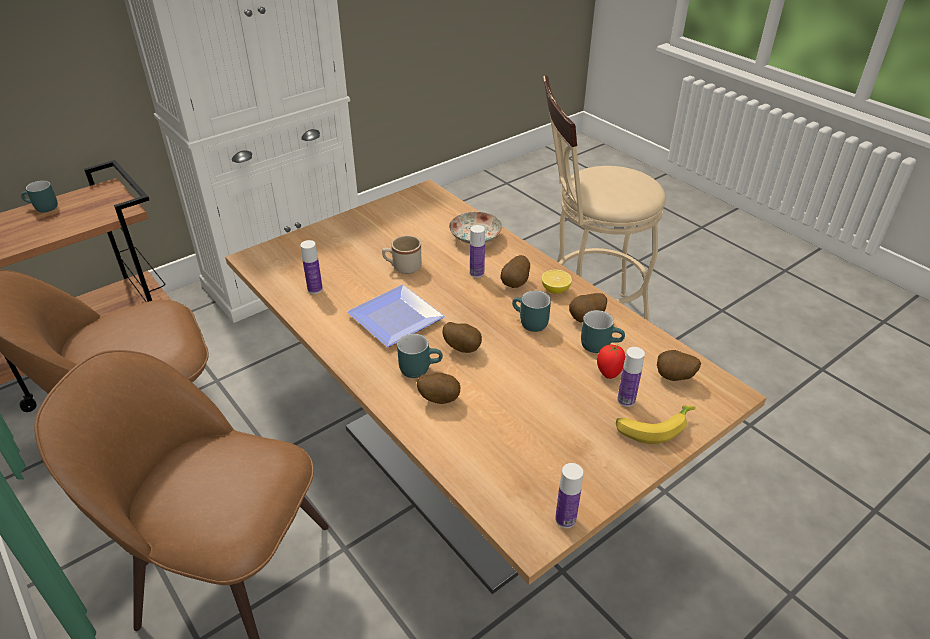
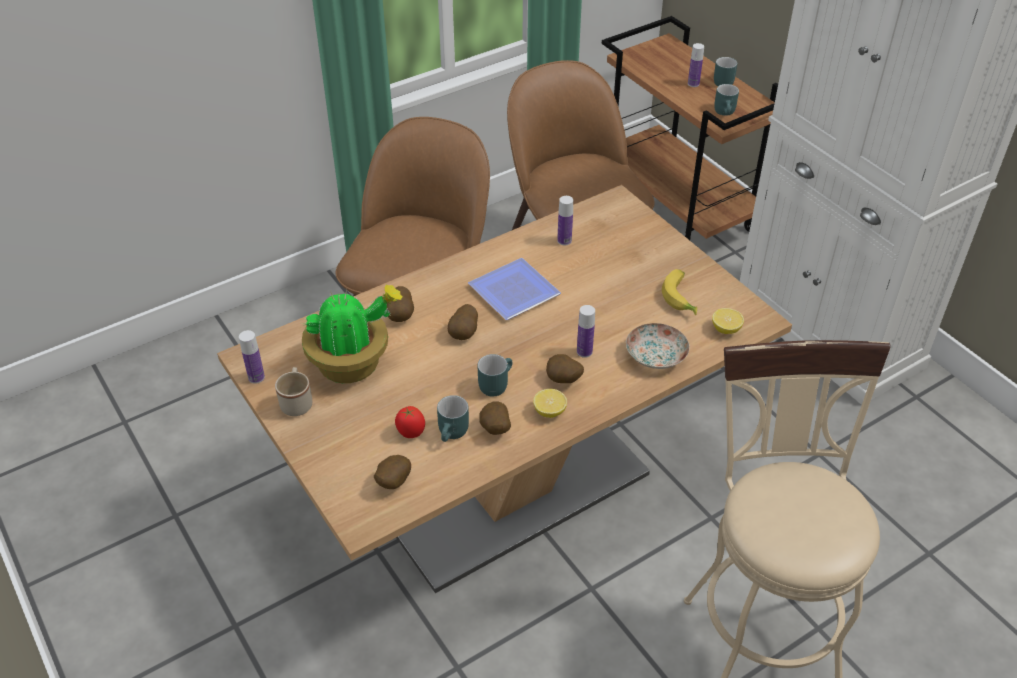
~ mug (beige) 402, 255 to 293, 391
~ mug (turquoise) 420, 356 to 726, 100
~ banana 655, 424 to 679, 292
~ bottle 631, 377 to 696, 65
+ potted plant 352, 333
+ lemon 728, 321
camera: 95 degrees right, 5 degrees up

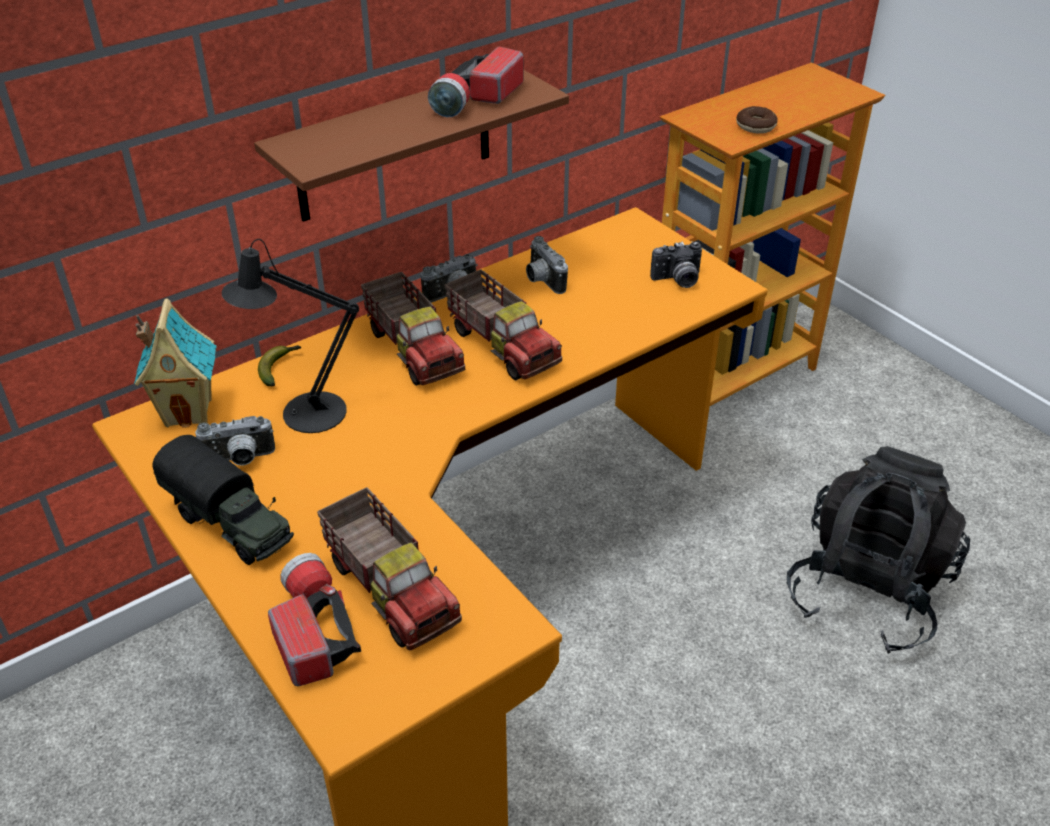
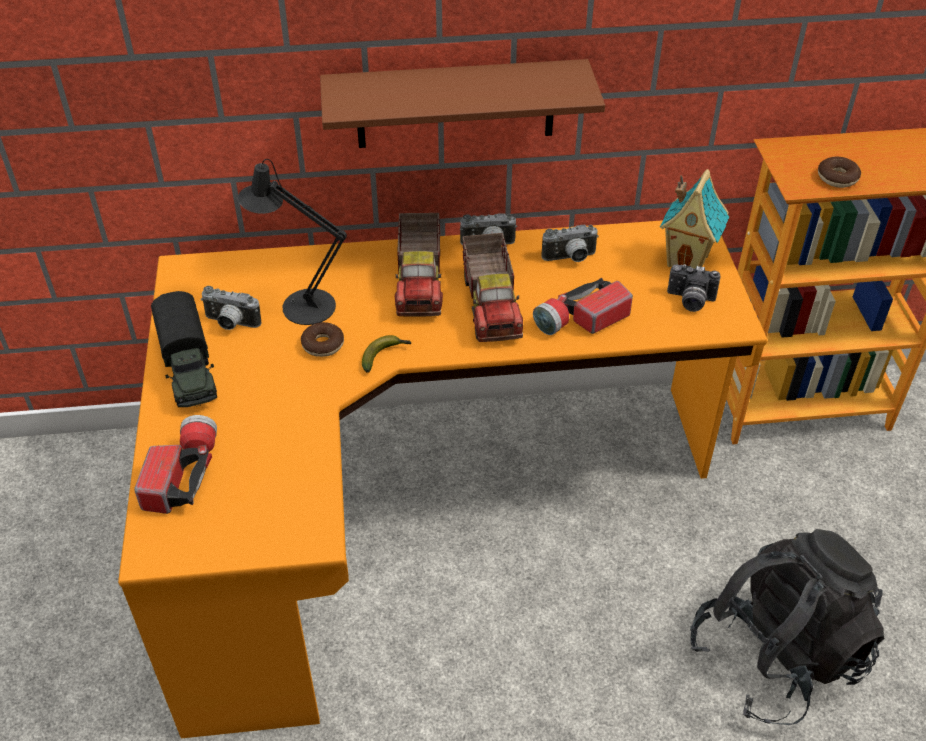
~ toy house 175, 363 to 694, 219
~ banana 279, 365 to 387, 354
- toy truck 389, 568
~ flashlight 475, 82 to 583, 306
~ photo camera 547, 265 = 570, 243 105 degrees counterclockwise
+ donut 322, 339
camera: 30 degrees right, 5 degrees up

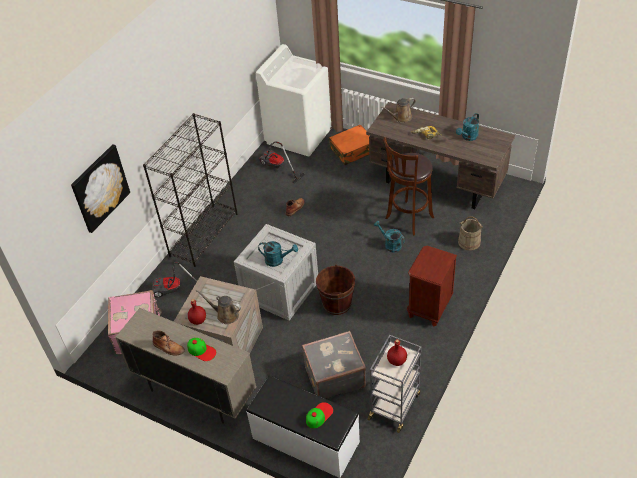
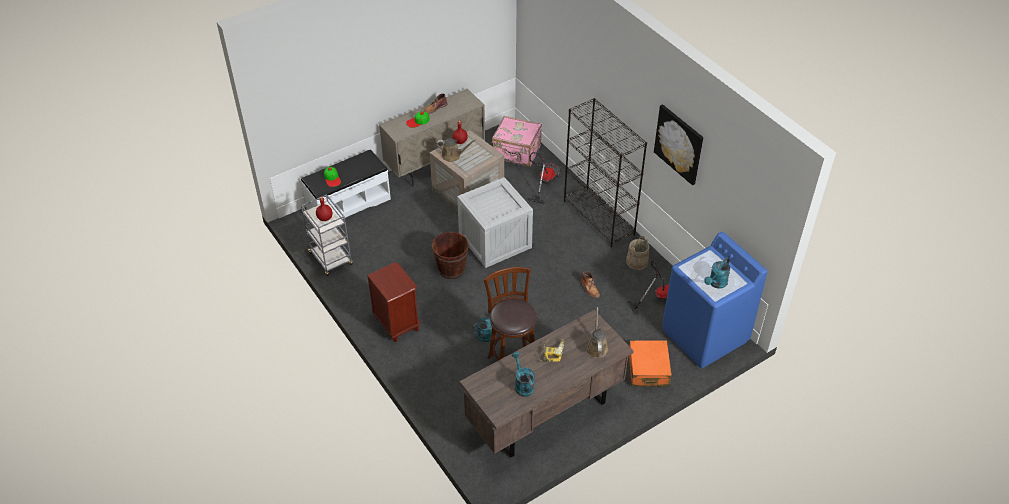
~ picture 100, 188 to 678, 144
~ watering can (brown) 218, 306 = 456, 150 45 degrees clockwise
~ washing machine (white) 293, 100 to washing machine (blue) 714, 300
~ watering can (turquoise) 278, 254 to 717, 273
- suitcase (grey) 334, 365
~ bucket (beige) 470, 234 to 637, 253
camera: 115 degrees right, 0 degrees up

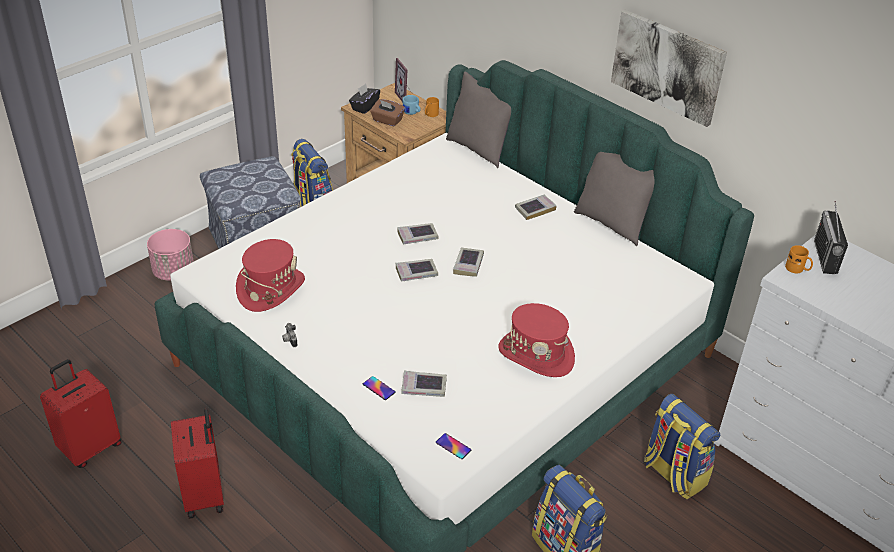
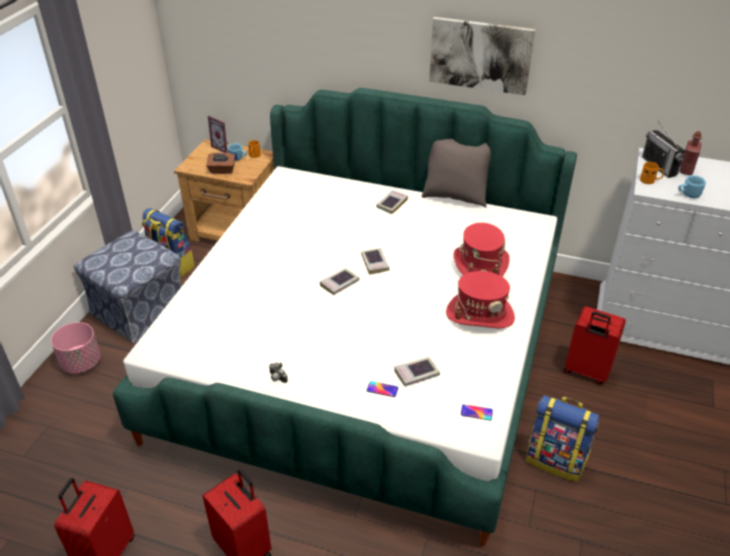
~ hat (red) 270, 275 to 482, 250
- tissue box (black) 364, 99
- book 417, 234
- pillow (grey) 478, 120
~ backpack 682, 446 to suitcase (red) 595, 345
+ mug (blue) 692, 186
+ bottle (red) 690, 153
camera: 25 degrees left, 0 degrees up

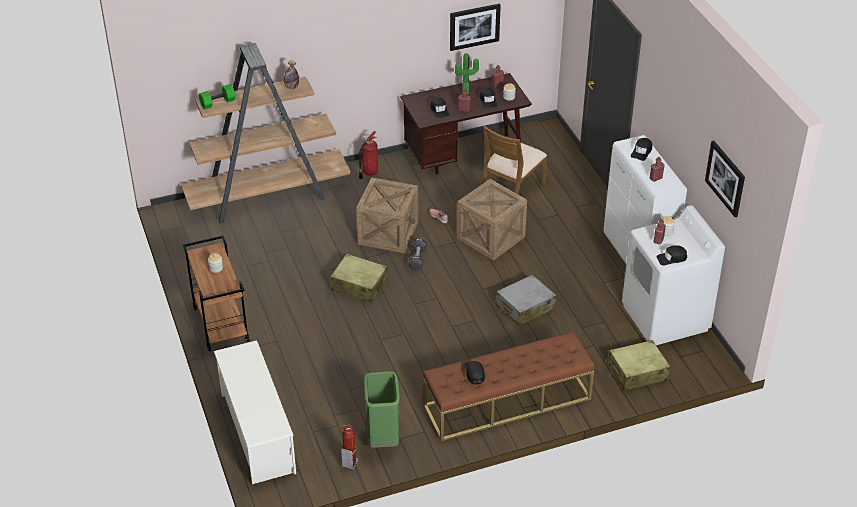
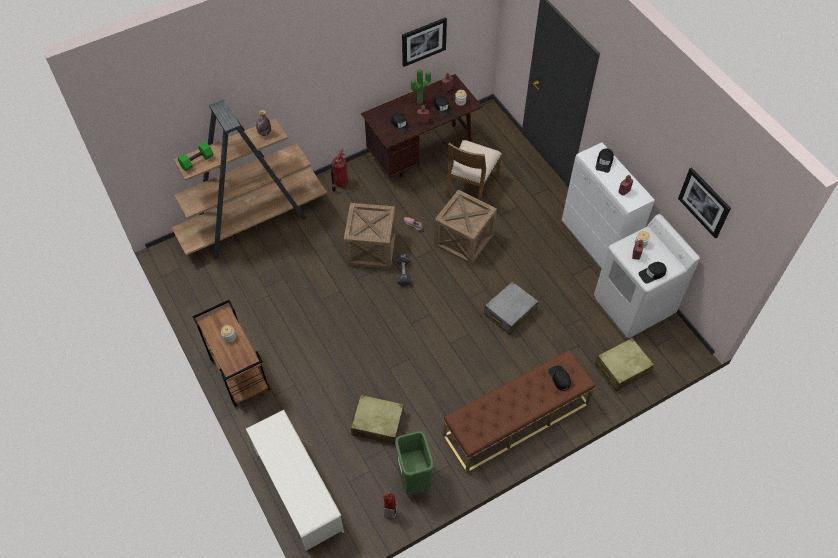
~ suitcase (beige) 359, 278 to 377, 420
~ cap (black) 474, 373 to 559, 378
camera: 10 degrees left, 15 degrees up

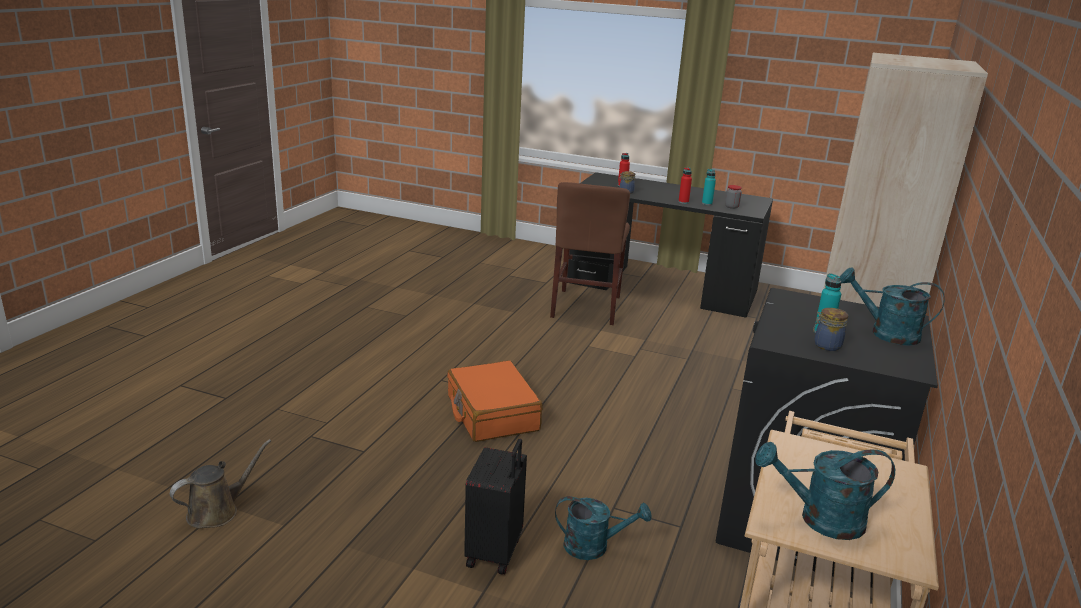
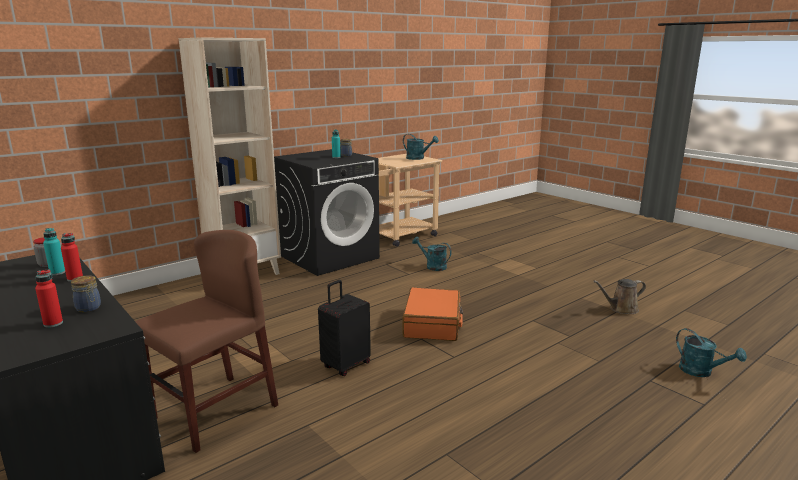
~ suitcase (black) 495, 507 to 344, 328
~ watering can (turquoise) 892, 306 to 711, 352
camera: 150 degrees left, 5 degrees down

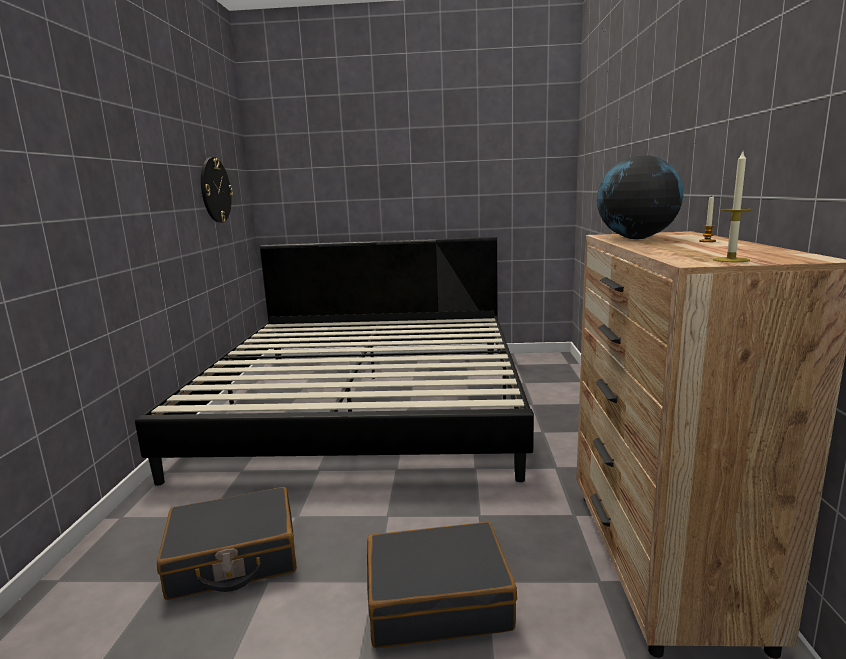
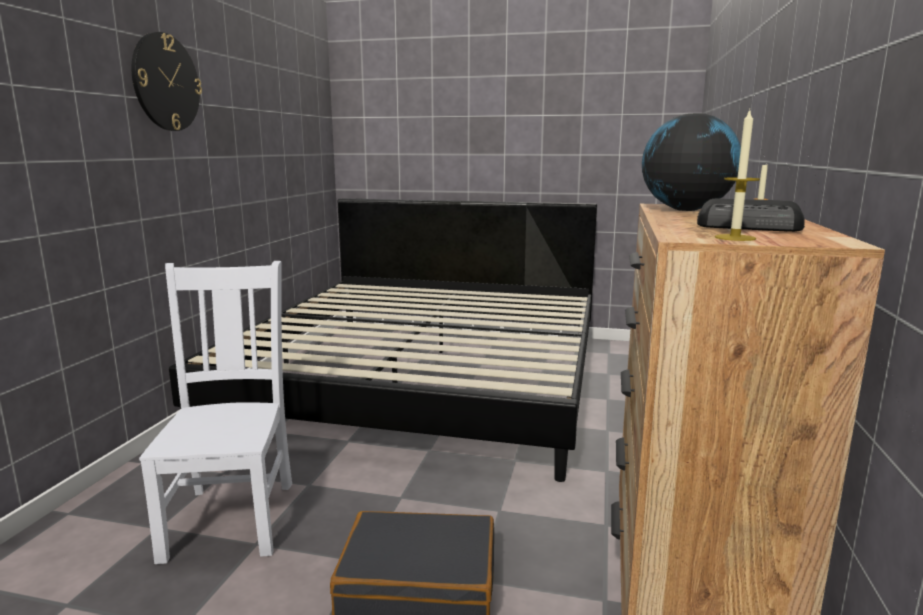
~ suitcase (black) 227, 543 to chair (white) 215, 412
~ wall clock 217, 190 to 167, 81
+ radio 751, 215
camera: 10 degrees right, 0 degrees up

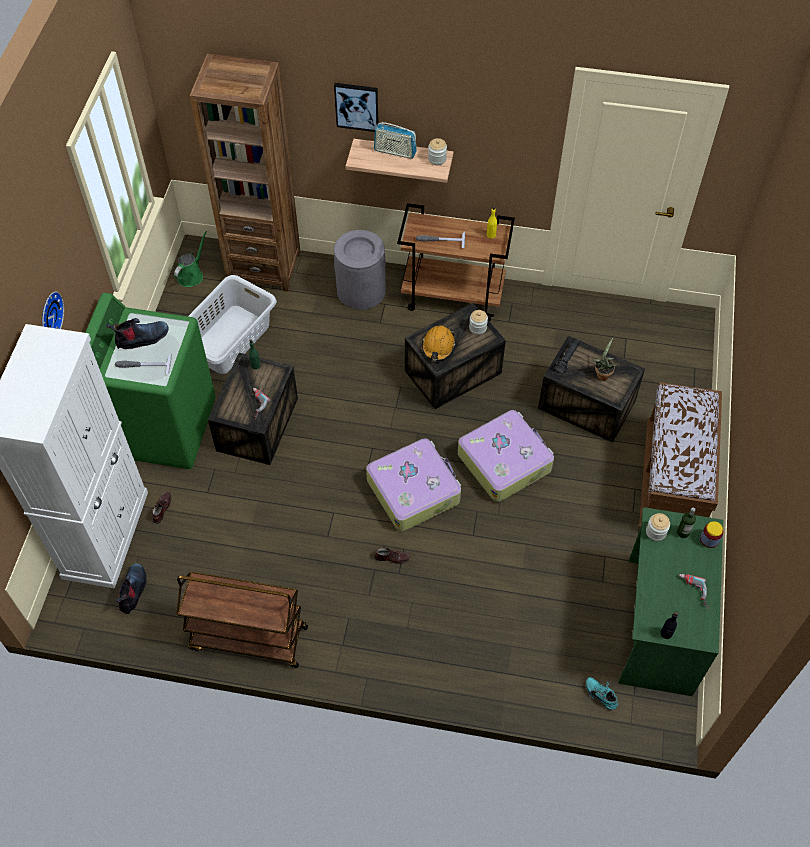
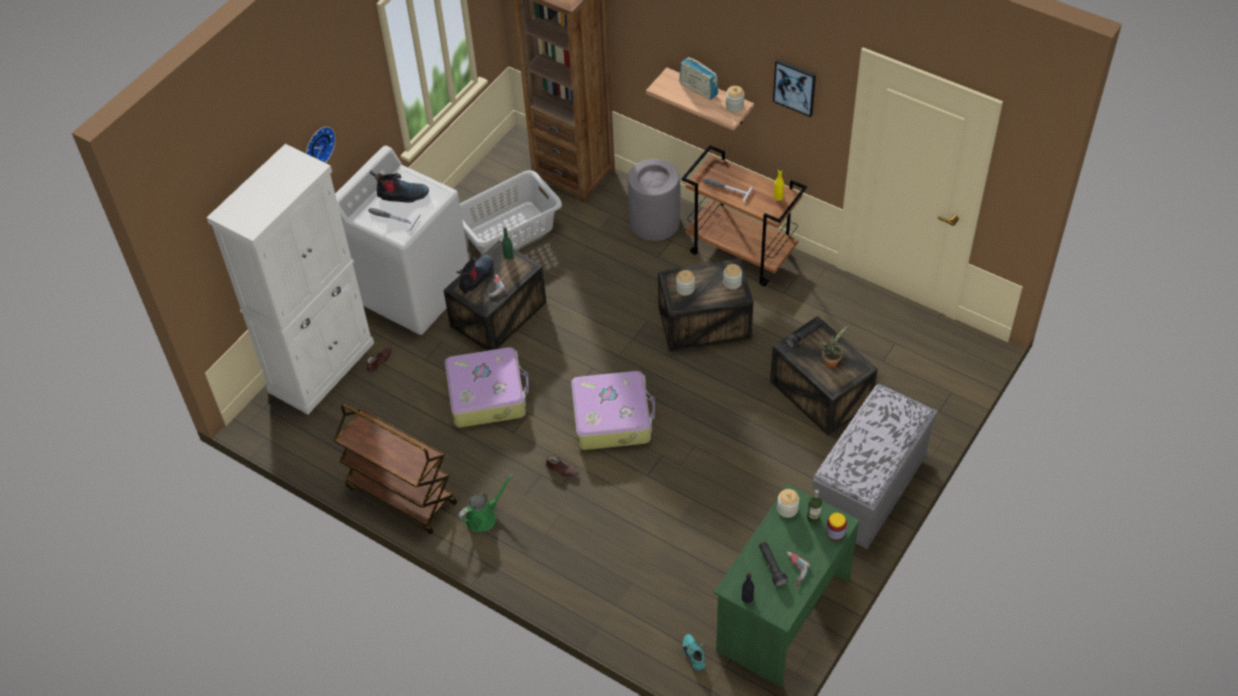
~ washing machine (green) 150, 381 to washing machine (white) 402, 240
~ boot 131, 588 to 475, 274
~ watering can (green) 190, 259 to 485, 503
~ picture 356, 107 to 794, 88
~ hard hat (orange) 438, 343 to jar 685, 283
~ suitcase 506, 456 to 487, 387
~ bench (brown) 680, 455 to bench (grey) 875, 466
+ flashlight (black) 773, 564
camera: 25 degrees right, 5 degrees down

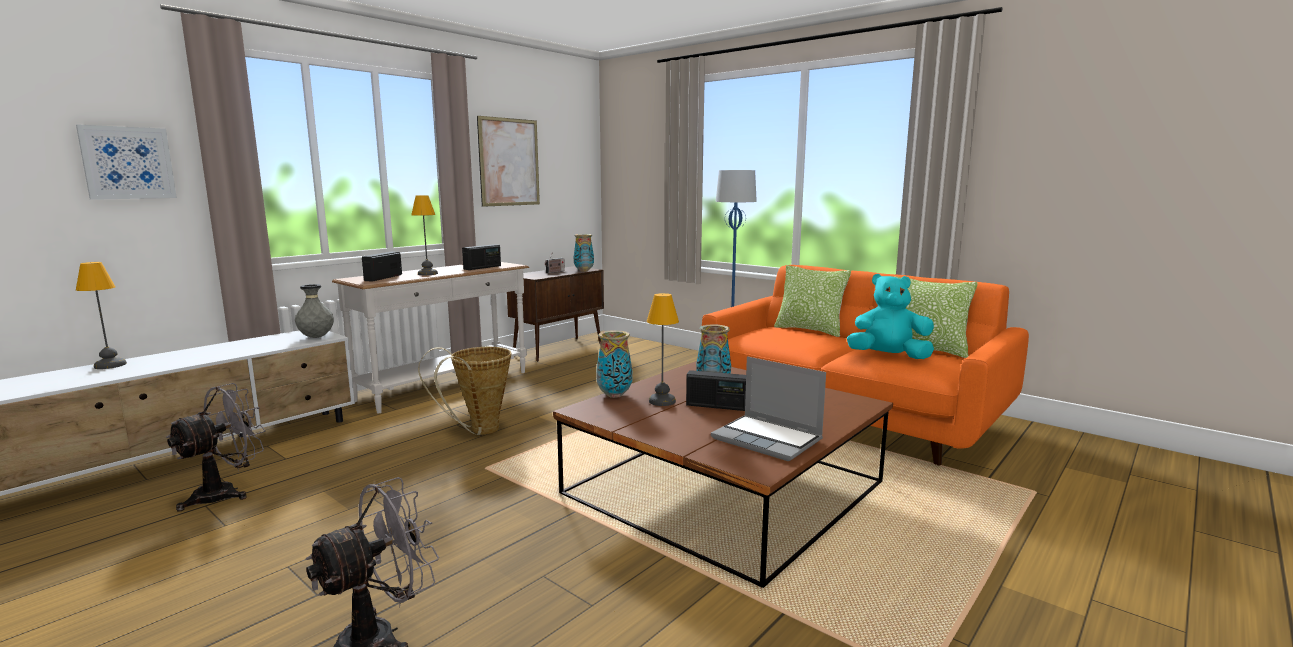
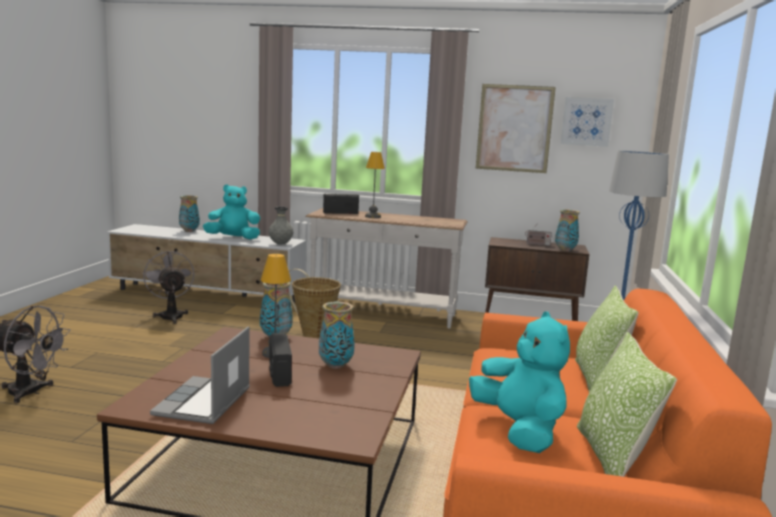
~ picture 126, 162 to 587, 122
~ table lamp 101, 315 to vase 189, 213
~ fan (grey) 215, 447 = 168, 287 120 degrees counterclockwise
- radio 481, 257
+ plush toy (turquoise) 231, 212
camera: 60 degrees right, 0 degrees up

